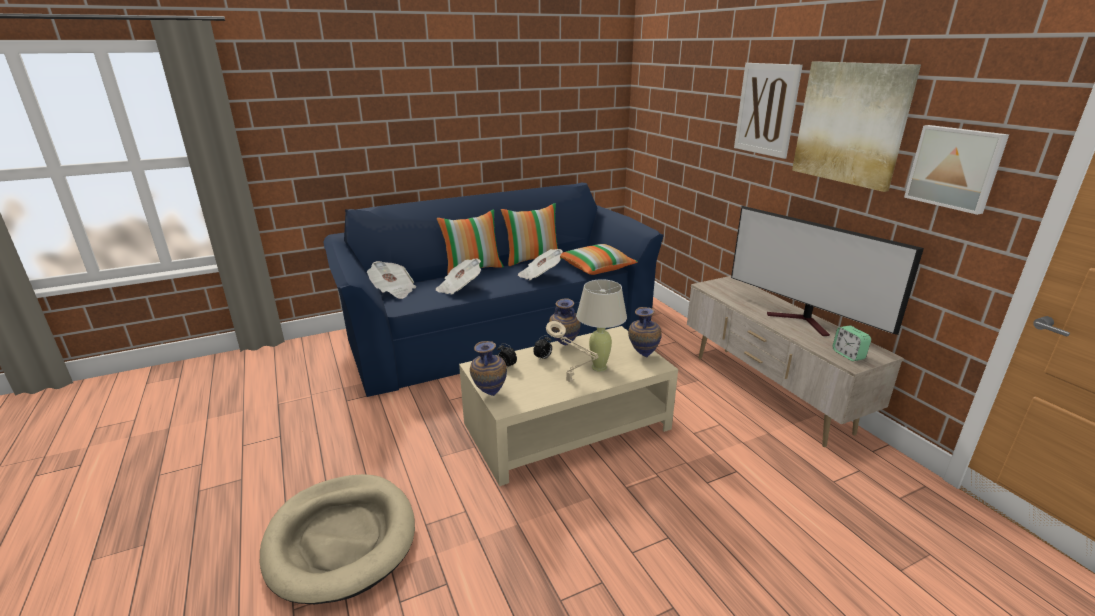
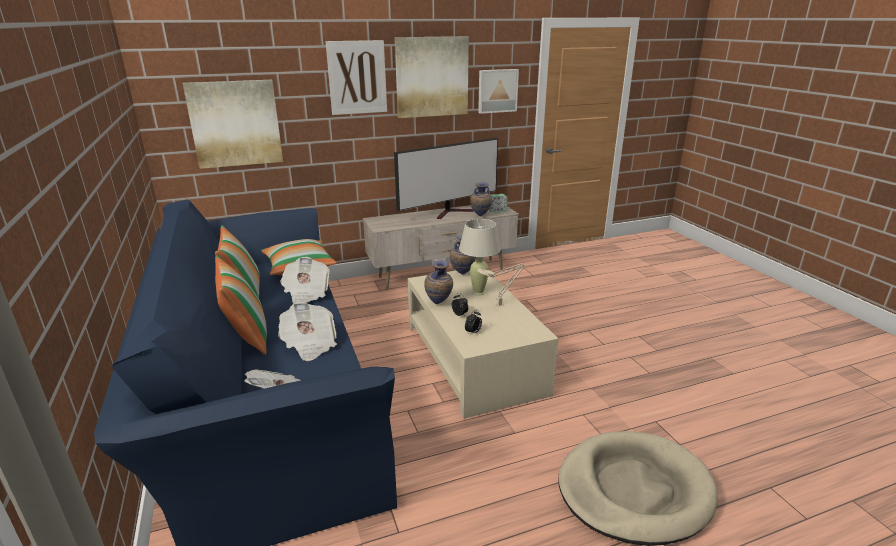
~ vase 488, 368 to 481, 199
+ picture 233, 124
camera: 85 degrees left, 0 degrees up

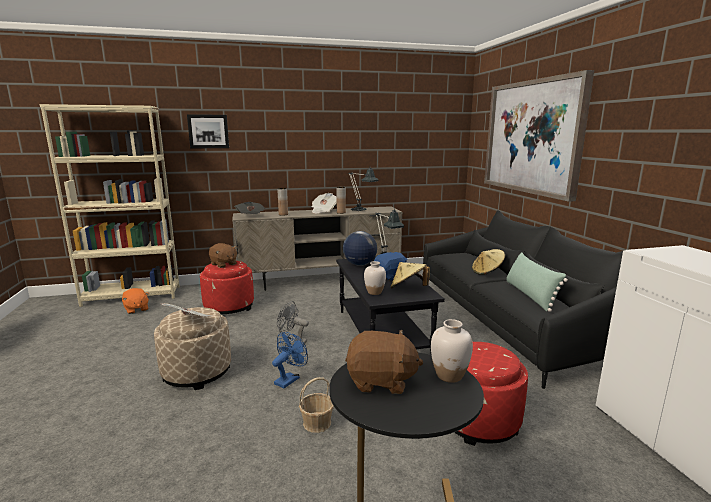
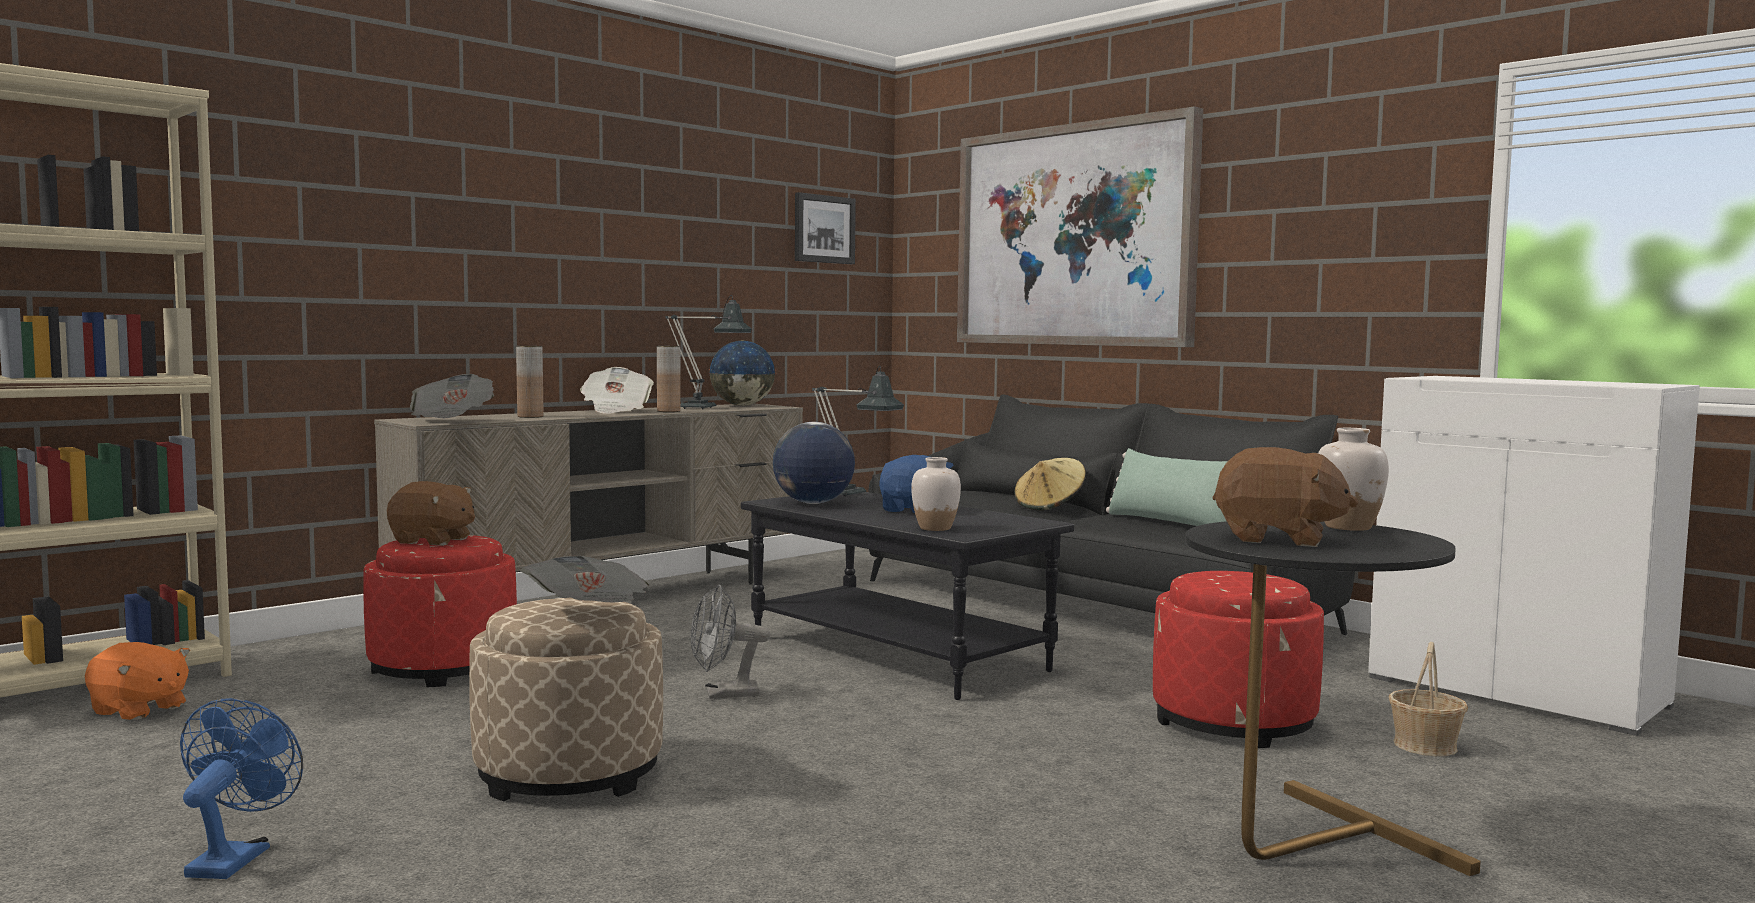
~ picture 208, 131 to 825, 228
~ fan (blue) 290, 360 to 241, 788
~ basket 316, 405 to 1428, 699
~ plush toy (brown) 384, 362 = 1285, 497 45 degrees clockwise
- hat (beige) 410, 275
+ globe 742, 373
camera: 30 degrees left, 10 degrees down

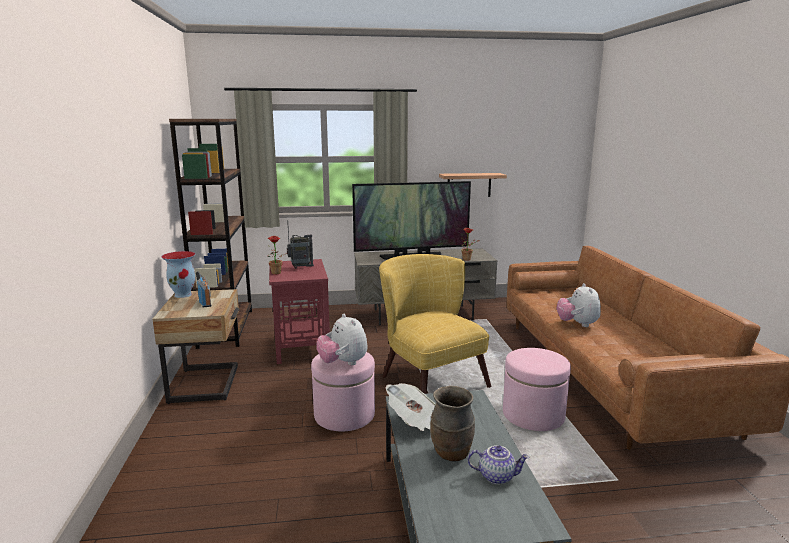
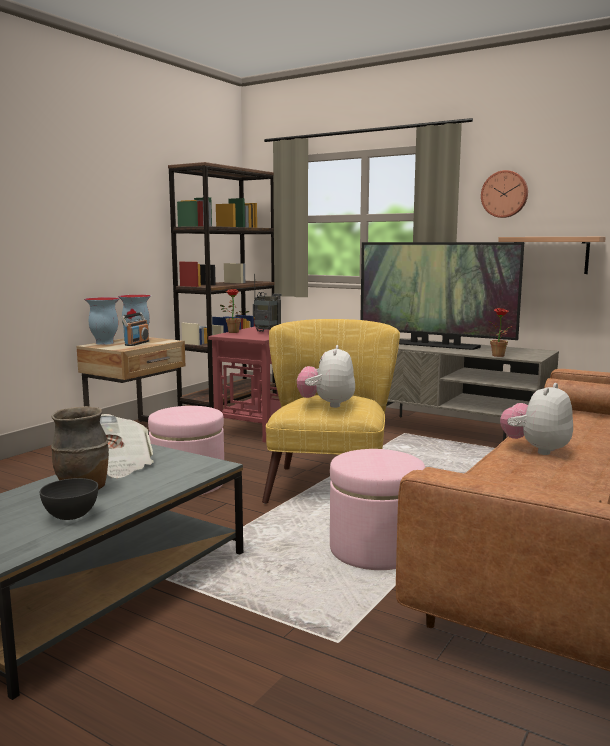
~ plush toy 342, 339 to 326, 376
~ teapot 499, 464 to bowl (grey) 69, 499
+ vase 102, 321
+ wall clock 504, 194
camera: 40 degrees right, 5 degrees down

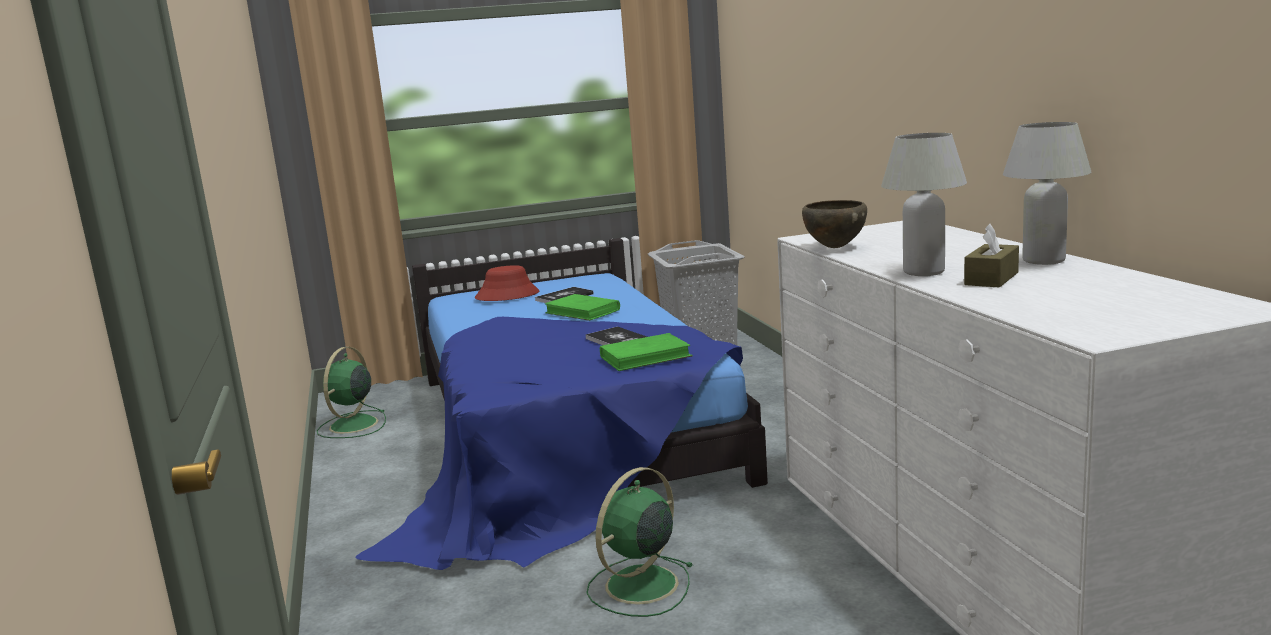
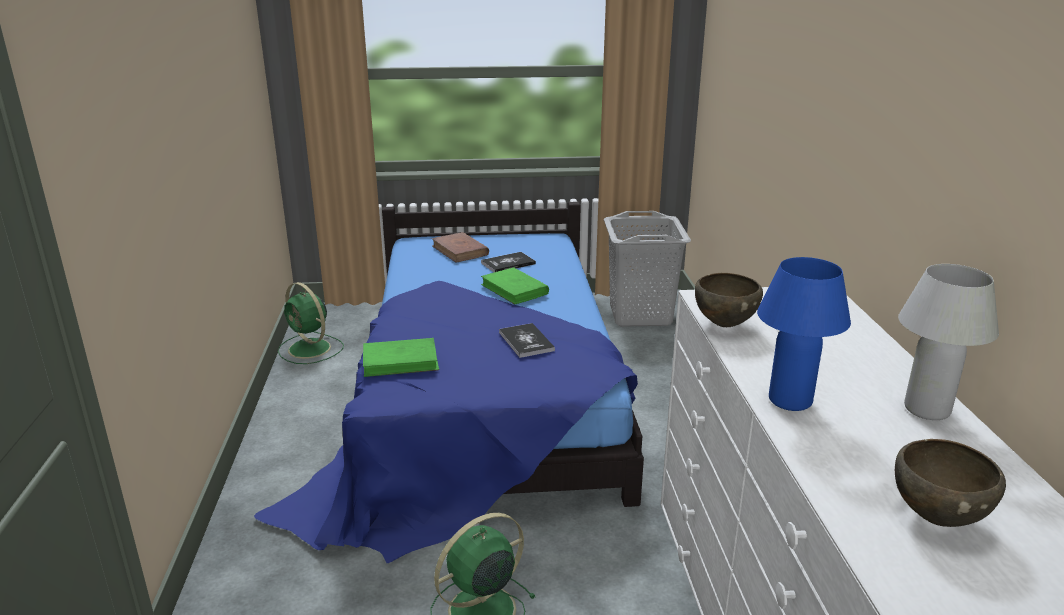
~ fan (green) 351, 392 = 311, 323 75 degrees counterclockwise
~ hat (red) 507, 283 to book (brown) 460, 247
~ book (green) 646, 352 to 401, 357
~ table lamp (white) 924, 204 to table lamp (blue) 804, 334
- tissue box (brown) 991, 256
+ bowl (brown) 950, 483
camera: 10 degrees right, 10 degrees up

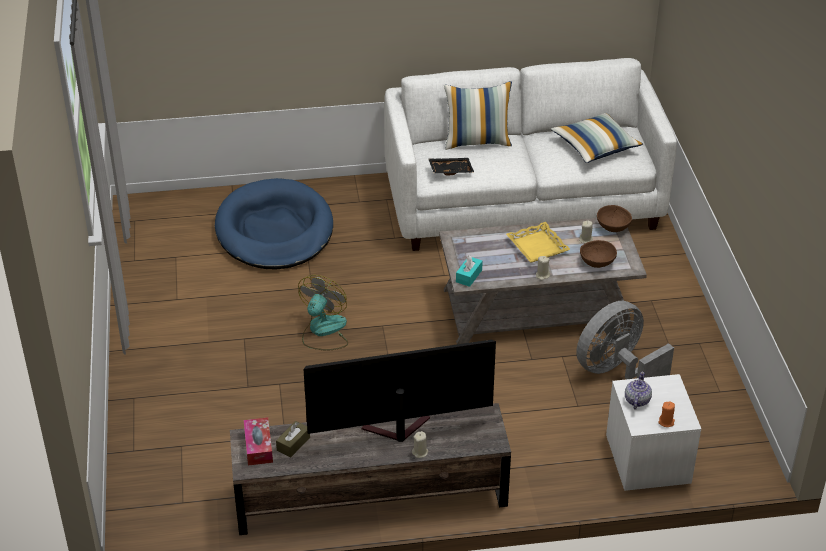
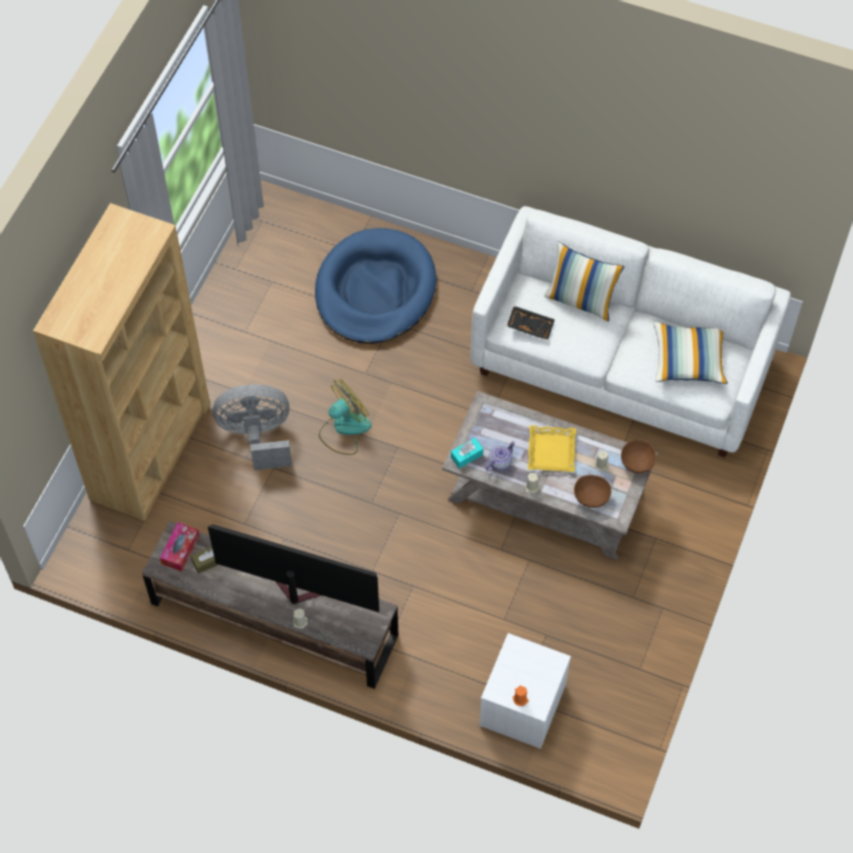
~ fan (grey) 625, 340 to 252, 427
~ teapot 638, 390 to 500, 456
+ bookcase (brown) 121, 362
camera: 30 degrees right, 20 degrees up

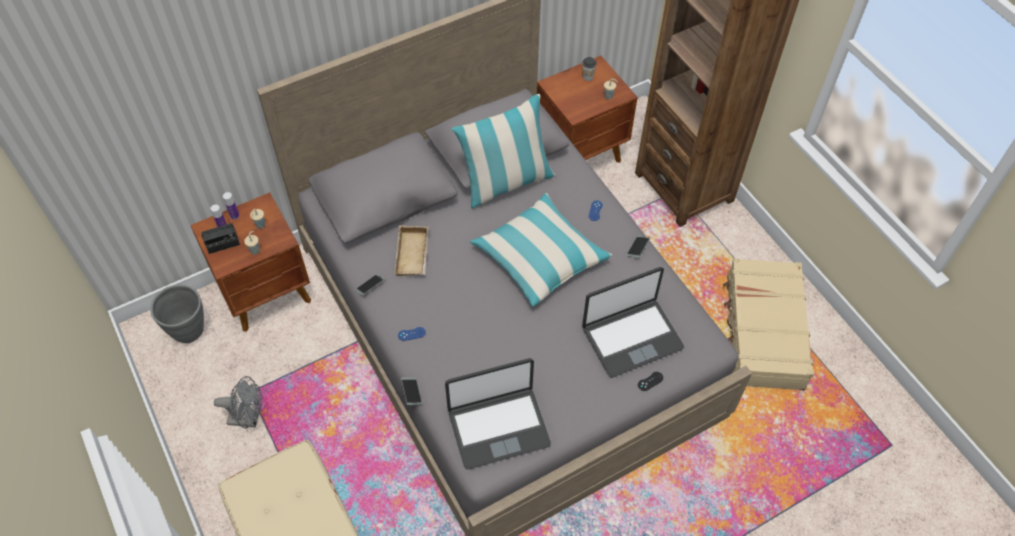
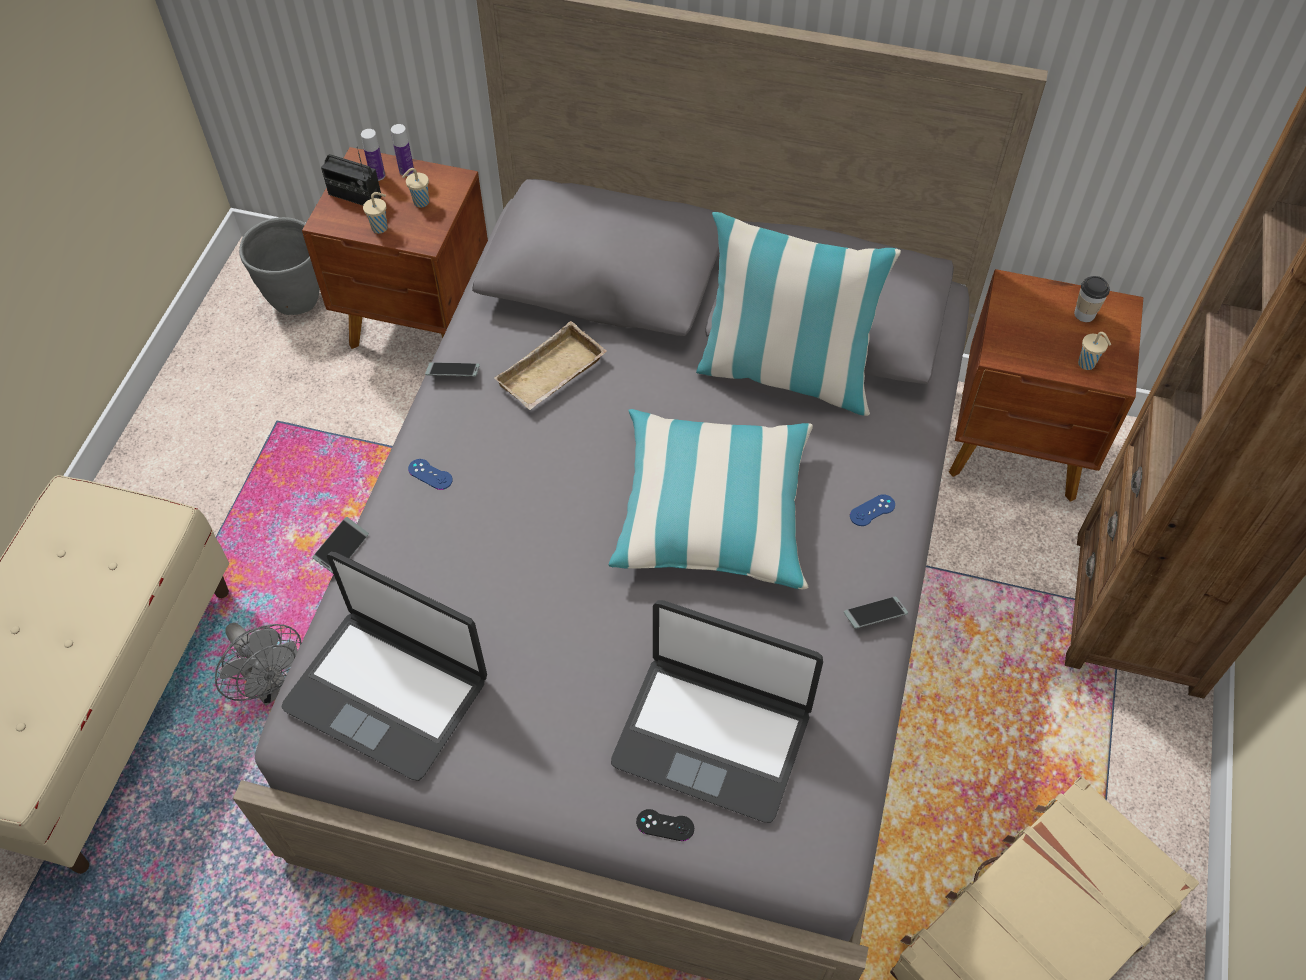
~ fan (grey) 238, 402 to 258, 664
camera: 45 degrees right, 0 degrees up

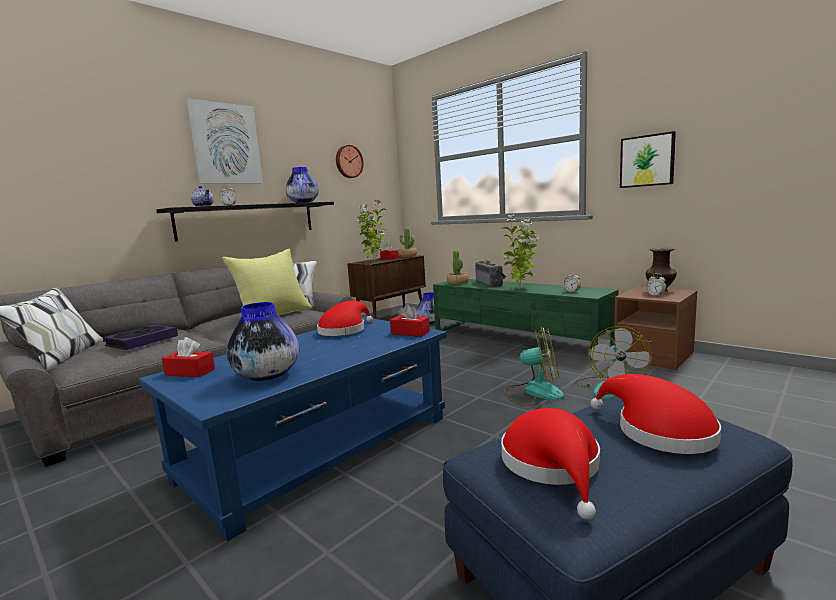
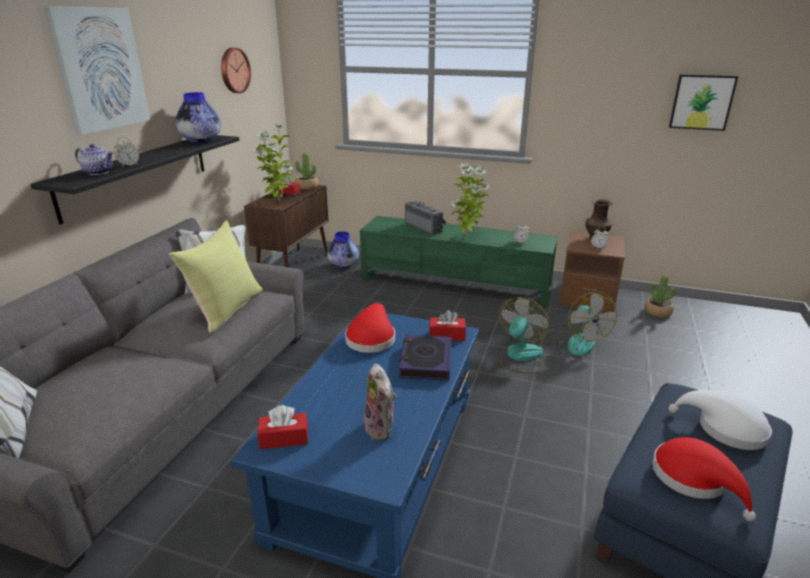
~ book 140, 337 to 425, 357
~ vase 263, 341 to plush toy 379, 401
~ potted plant 458, 267 to 660, 296
~ fan 534, 366 = 524, 335 45 degrees counterclockwise
~ hat (red) 656, 414 to hat (white) 720, 420
~ picture 648, 159 to 703, 102
camera: 25 degrees left, 15 degrees up

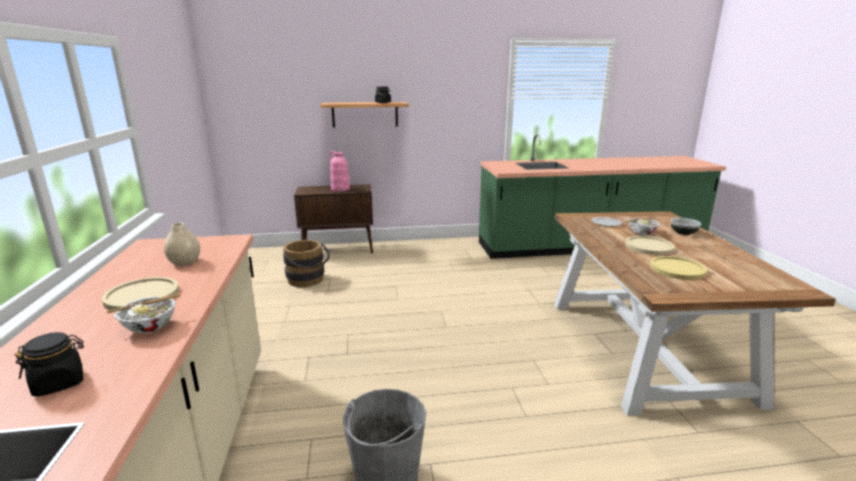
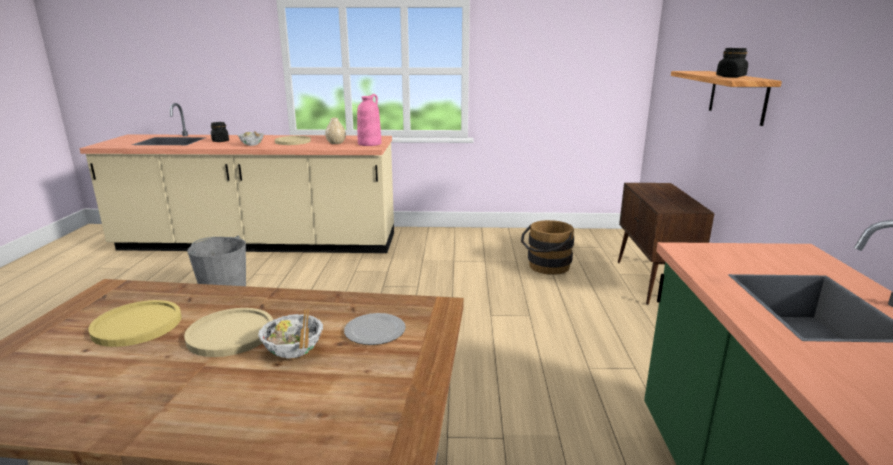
~ vase (pink) 339, 171 to 369, 120
- bowl 686, 226
camera: 100 degrees right, 0 degrees up

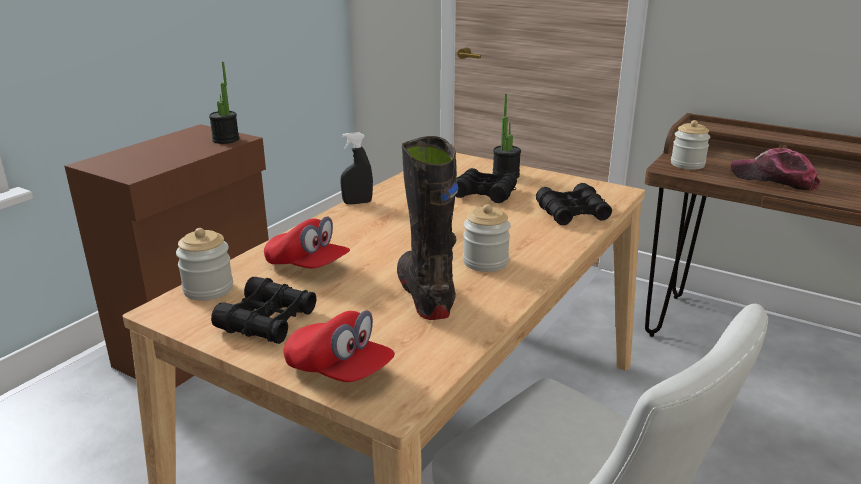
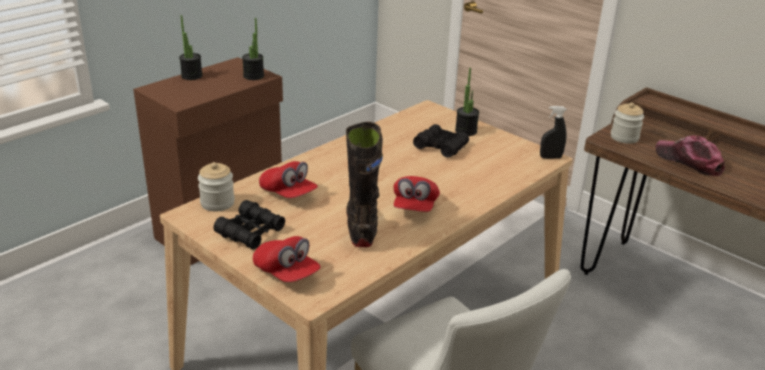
~ spray bottle (black) 356, 168 to 553, 132
~ jar 487, 238 to cap (red) 417, 194
- binoculars (black) 574, 204
+ potted plant 191, 47
camera: 10 degrees right, 5 degrees up

